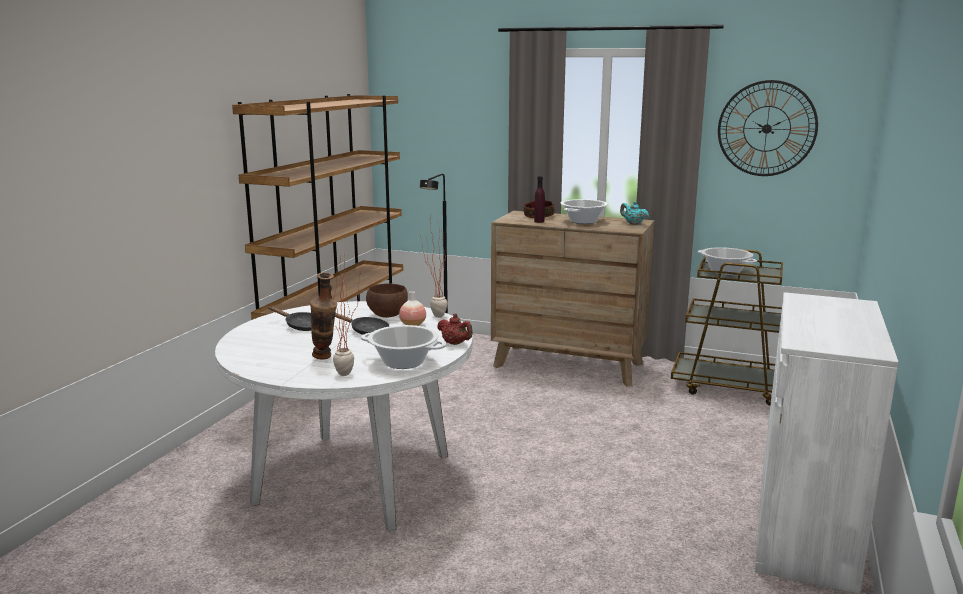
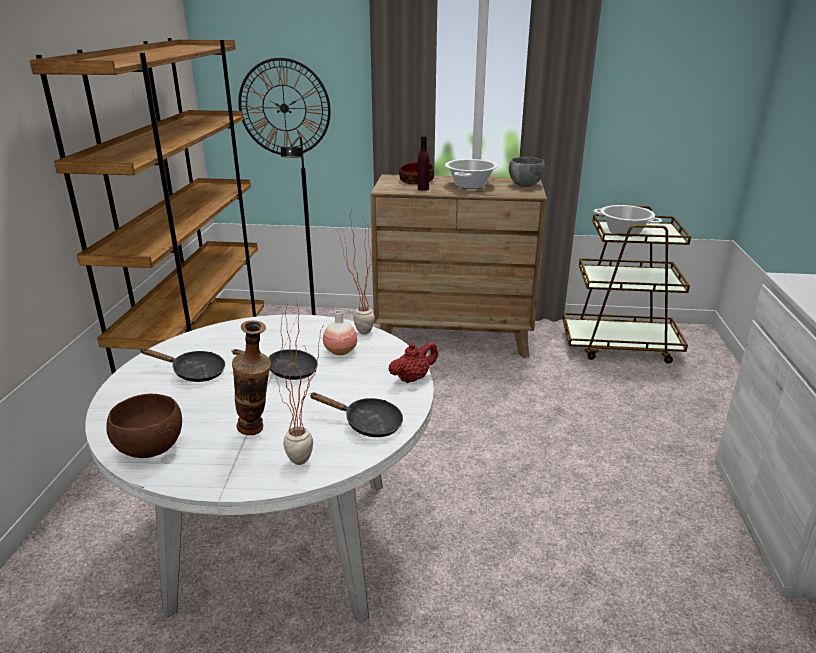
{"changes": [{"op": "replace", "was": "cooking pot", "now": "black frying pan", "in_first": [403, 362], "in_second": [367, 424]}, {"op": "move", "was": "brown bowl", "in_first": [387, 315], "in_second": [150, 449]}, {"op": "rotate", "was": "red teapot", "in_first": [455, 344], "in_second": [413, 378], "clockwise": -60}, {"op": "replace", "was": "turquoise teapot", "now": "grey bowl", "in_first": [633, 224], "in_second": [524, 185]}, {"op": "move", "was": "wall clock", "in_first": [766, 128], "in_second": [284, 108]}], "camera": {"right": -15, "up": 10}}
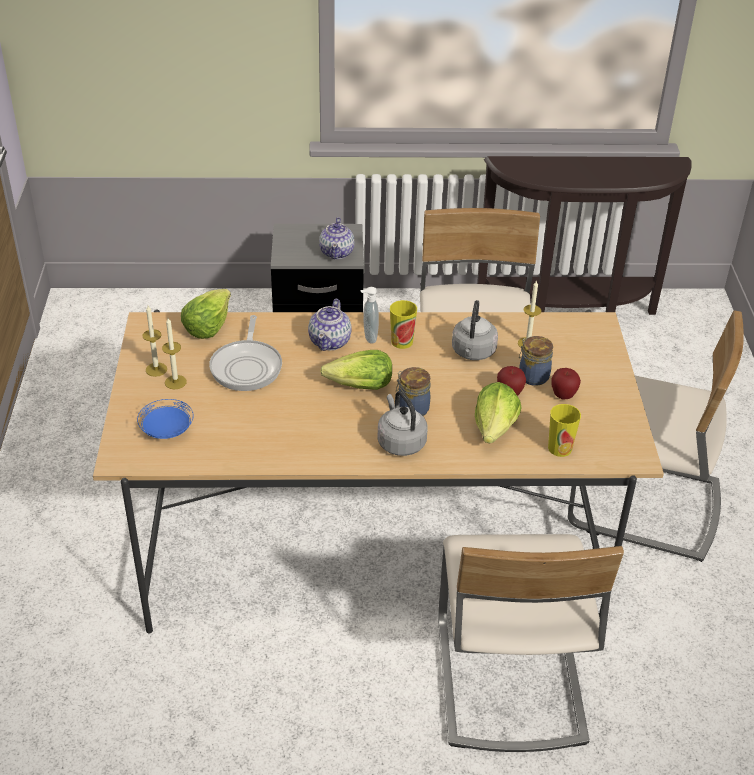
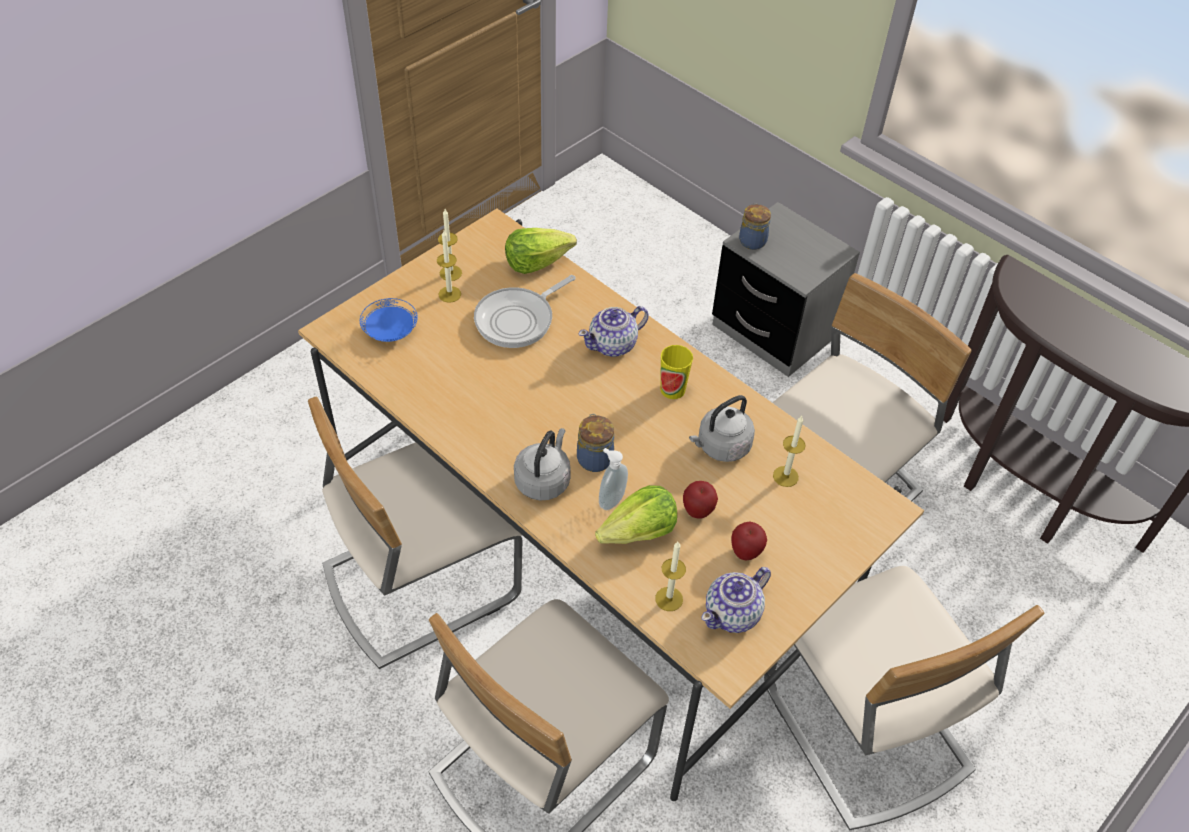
{"changes": [{"op": "move", "was": "teapot", "in_first": [337, 252], "in_second": [733, 613]}, {"op": "delete", "was": "lettuce", "in_first": [360, 386]}, {"op": "move", "was": "soap dispenser", "in_first": [369, 337], "in_second": [610, 499]}, {"op": "move", "was": "jar", "in_first": [532, 376], "in_second": [752, 240]}, {"op": "replace", "was": "cup", "now": "candle", "in_first": [559, 448], "in_second": [669, 599]}, {"op": "insert", "now": "beige chair", "in_second": [420, 581]}], "camera": {"right": 45, "up": 10}}
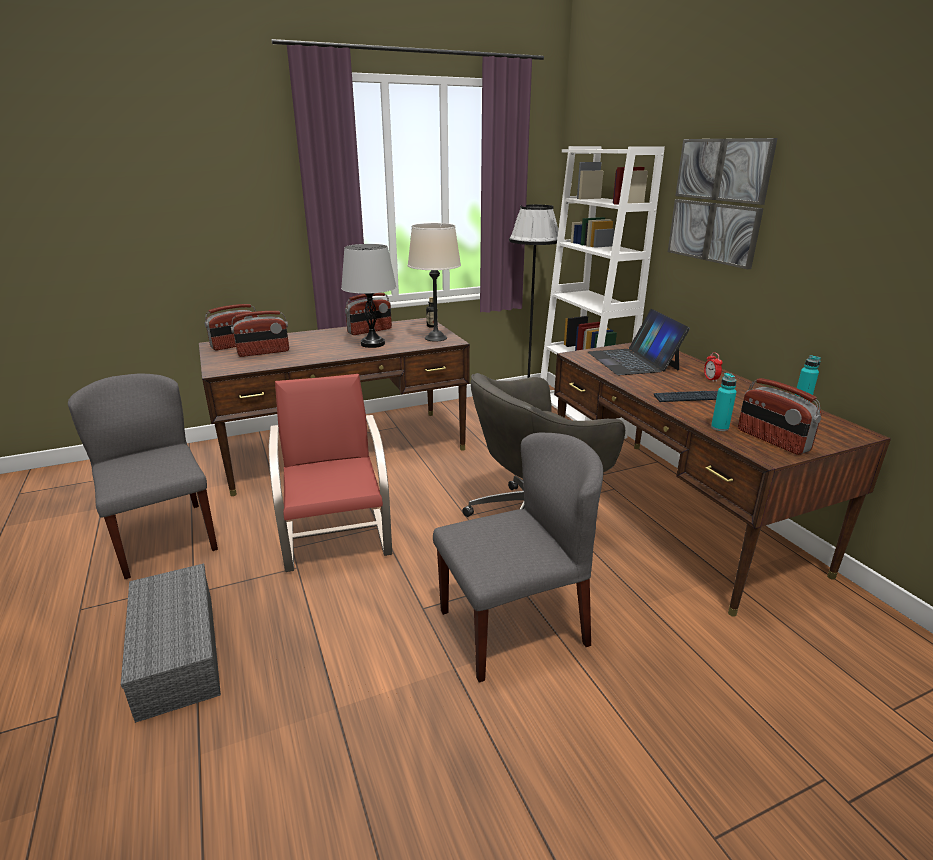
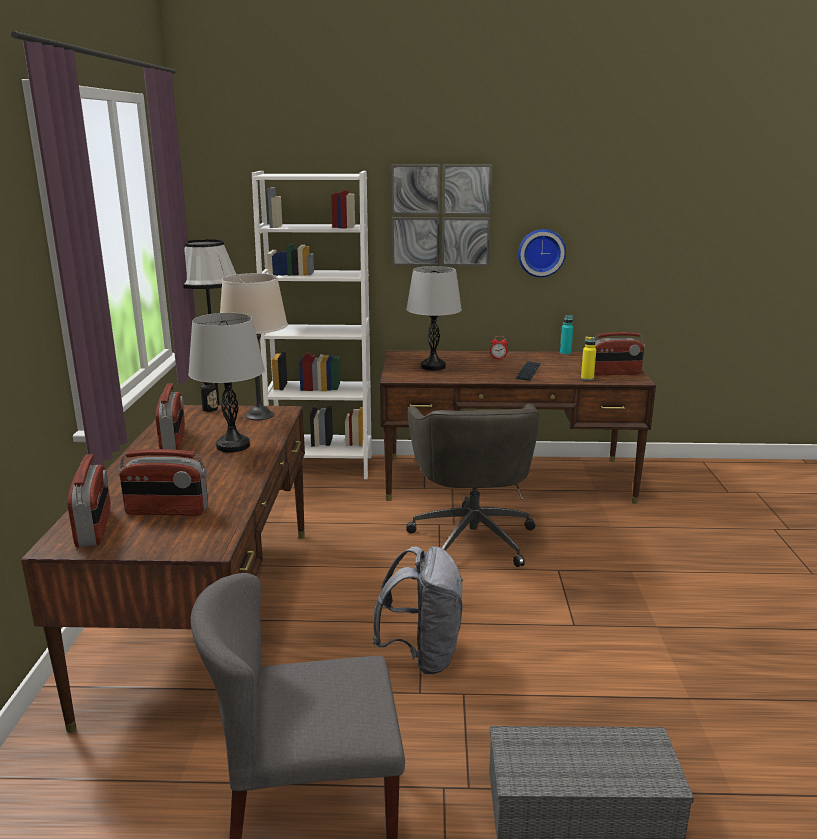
{"changes": [{"op": "rotate", "was": "radio", "in_first": [263, 352], "in_second": [167, 511], "clockwise": 90}, {"op": "replace", "was": "red chair", "now": "grey backpack", "in_first": [337, 538], "in_second": [422, 655]}, {"op": "delete", "was": "grey chair", "in_first": [514, 626]}, {"op": "replace", "was": "laptop", "now": "grey table lamp", "in_first": [633, 361], "in_second": [433, 366]}, {"op": "recolor", "was": "turquoise bottle", "now": "yellow bottle", "in_first": [719, 427], "in_second": [587, 378]}, {"op": "insert", "now": "wall clock", "in_second": [541, 252]}], "camera": {"right": -65, "up": -5}}
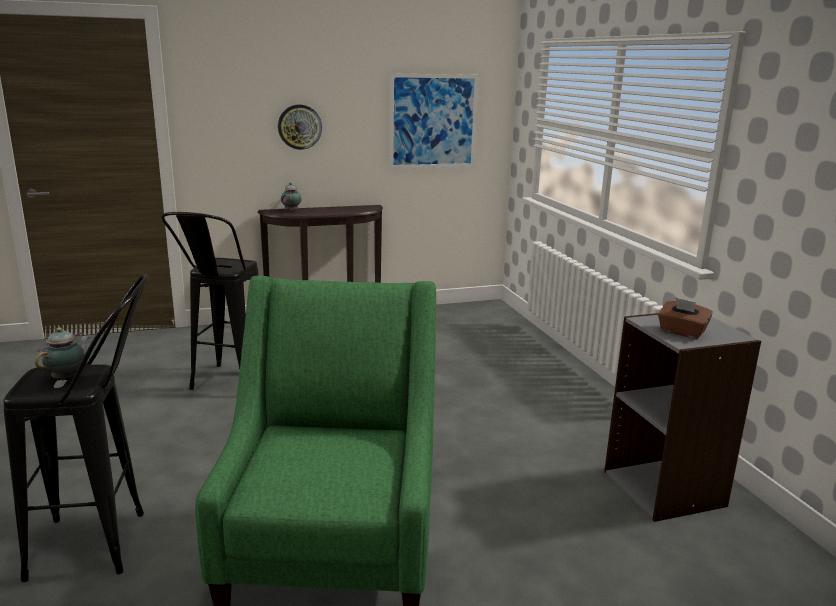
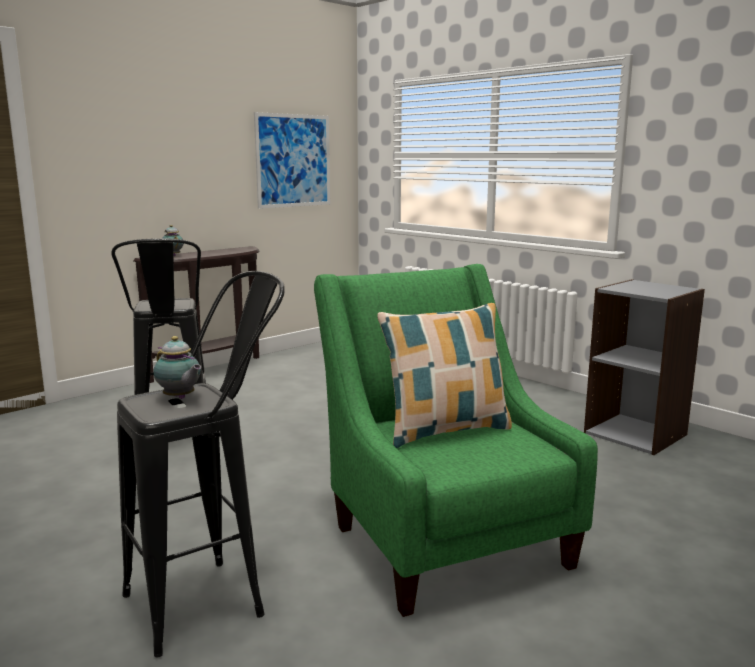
{"changes": [{"op": "rotate", "was": "teapot", "in_first": [68, 377], "in_second": [180, 398], "clockwise": 135}, {"op": "delete", "was": "wall clock", "in_first": [299, 127]}, {"op": "delete", "was": "brown tissue box", "in_first": [681, 332]}, {"op": "insert", "now": "pillow", "in_second": [445, 430]}], "camera": {"right": -25, "up": -5}}
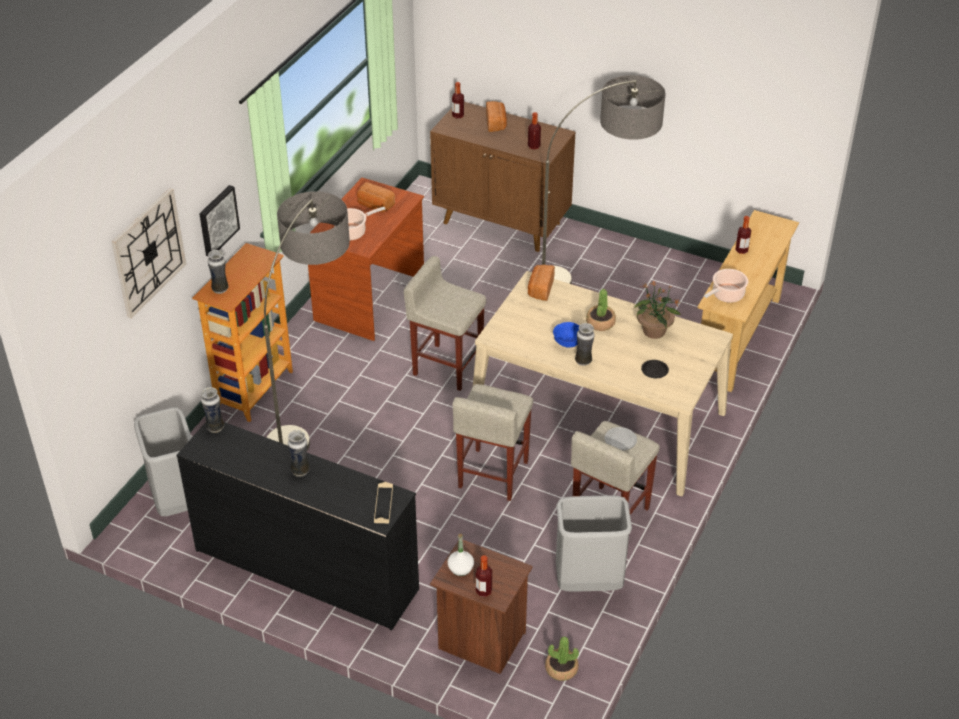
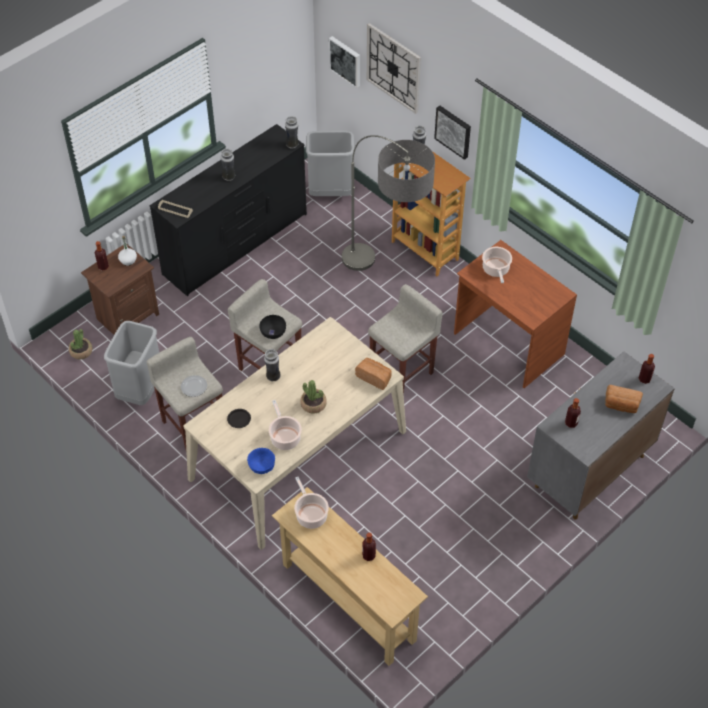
{"changes": [{"op": "delete", "was": "bread", "in_first": [375, 205]}, {"op": "recolor", "was": "brown cabinet", "now": "grey cabinet", "in_first": [502, 223], "in_second": [589, 471]}, {"op": "delete", "was": "floor lamp", "in_first": [597, 273]}, {"op": "move", "was": "blue bowl", "in_first": [567, 342], "in_second": [262, 466]}, {"op": "replace", "was": "potted plant", "now": "cooking pot", "in_first": [654, 332], "in_second": [285, 437]}, {"op": "insert", "now": "black bowl", "in_second": [273, 332]}, {"op": "insert", "now": "picture", "in_second": [346, 61]}], "camera": {"right": 110, "up": 10}}
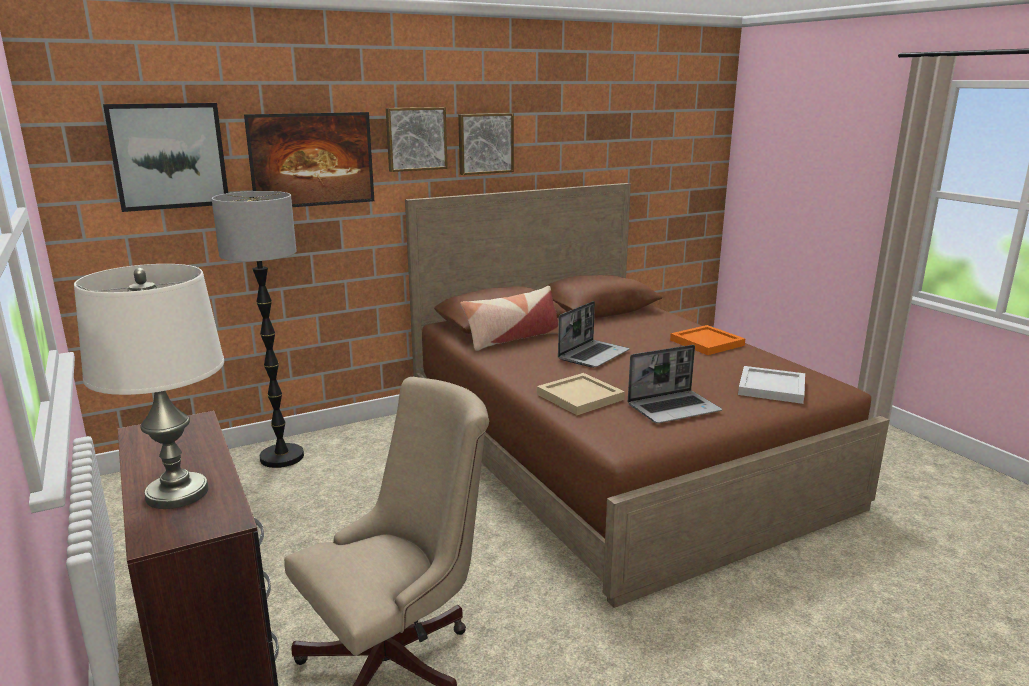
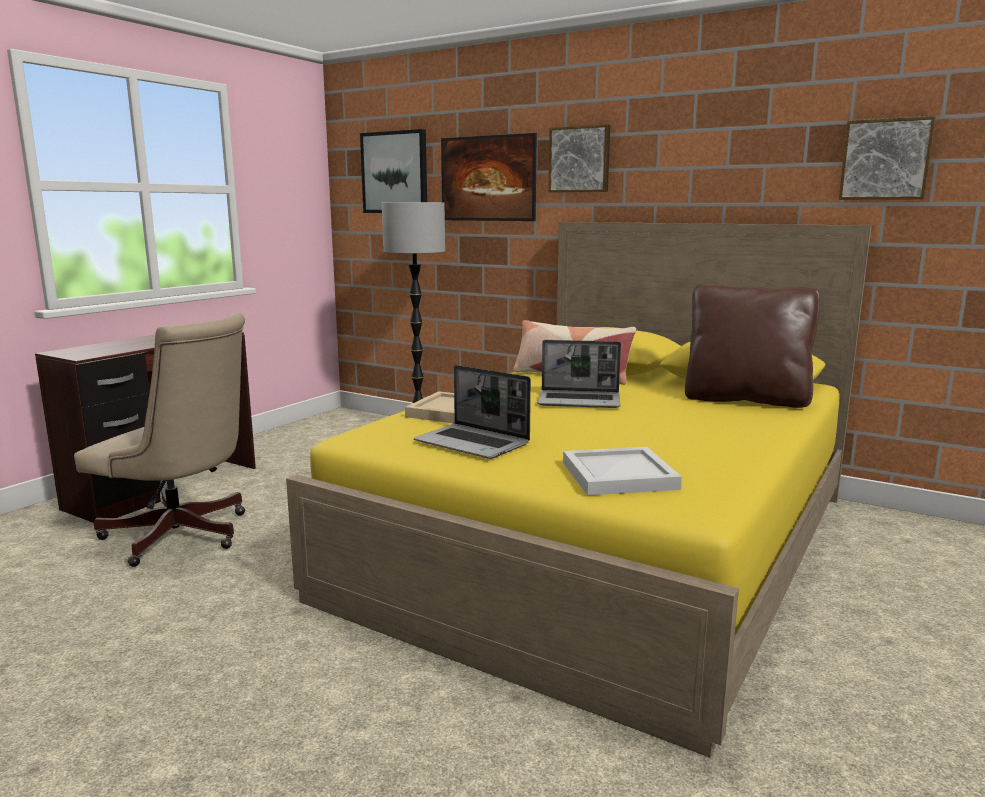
{"changes": [{"op": "delete", "was": "white table lamp", "in_first": [177, 493]}, {"op": "recolor", "was": "brown bed", "now": "yellow bed", "in_first": [615, 453], "in_second": [607, 543]}, {"op": "move", "was": "picture", "in_first": [485, 143], "in_second": [885, 159]}, {"op": "delete", "was": "orange tray", "in_first": [708, 343]}, {"op": "insert", "now": "brown pillow", "in_second": [745, 399]}], "camera": {"right": 60, "up": -5}}
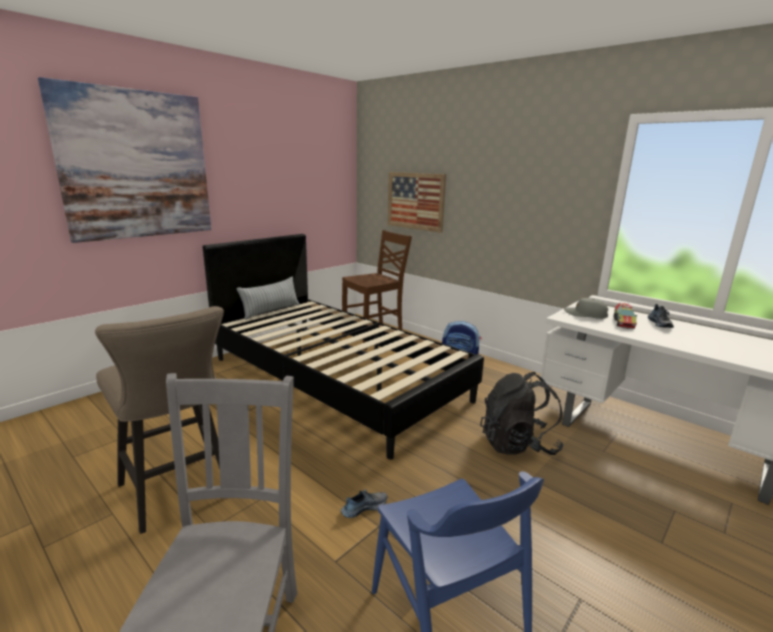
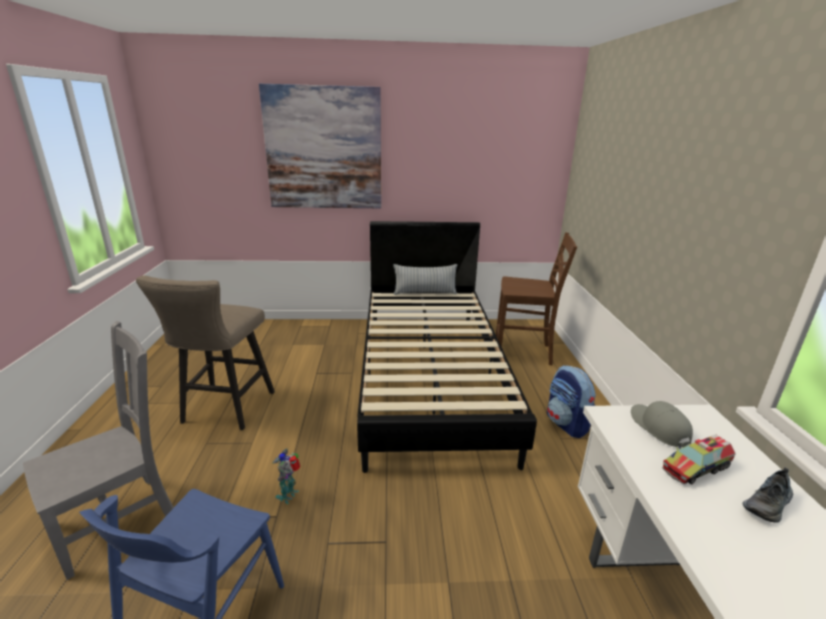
{"changes": [{"op": "replace", "was": "shoe", "now": "toy robot", "in_first": [364, 507], "in_second": [289, 495]}, {"op": "delete", "was": "picture", "in_first": [415, 201]}, {"op": "delete", "was": "black backpack", "in_first": [518, 444]}], "camera": {"right": 45, "up": 5}}
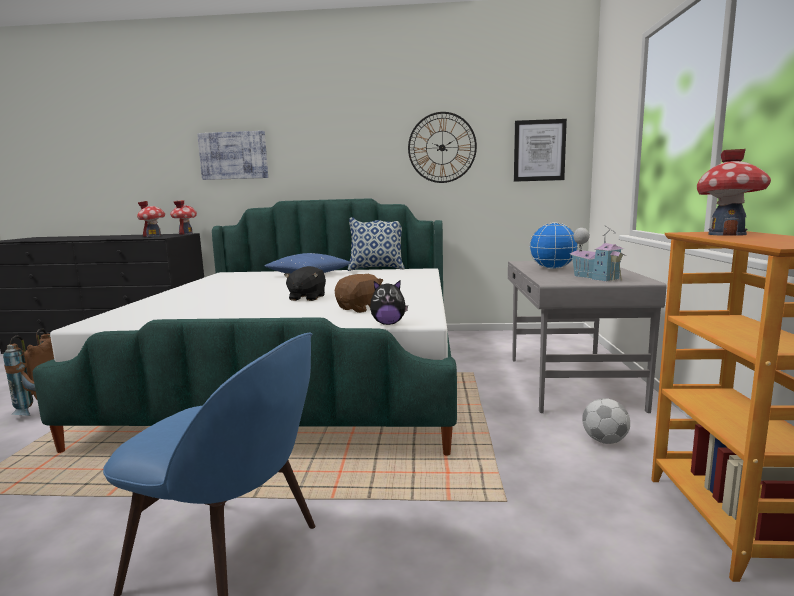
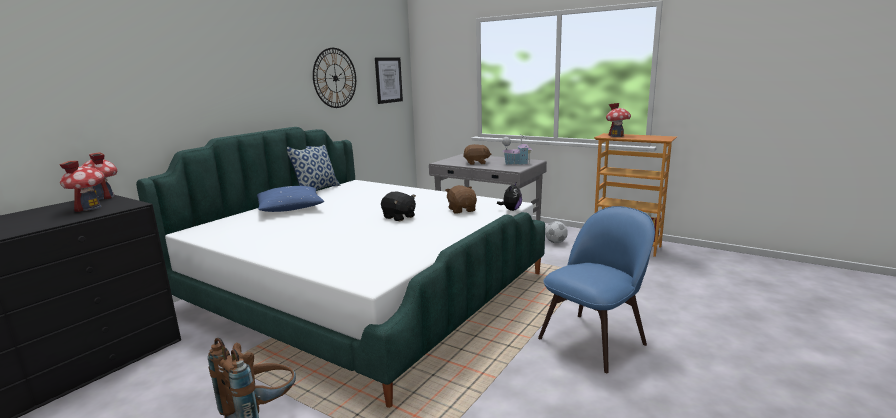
{"changes": [{"op": "delete", "was": "picture", "in_first": [233, 155]}, {"op": "replace", "was": "globe", "now": "brown plush toy", "in_first": [552, 269], "in_second": [476, 163]}], "camera": {"right": -60, "up": 5}}
